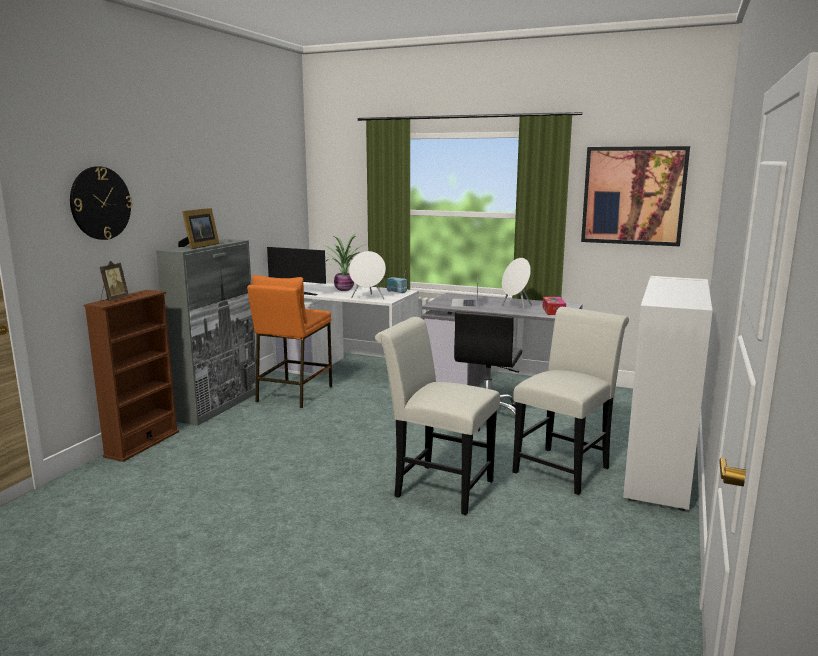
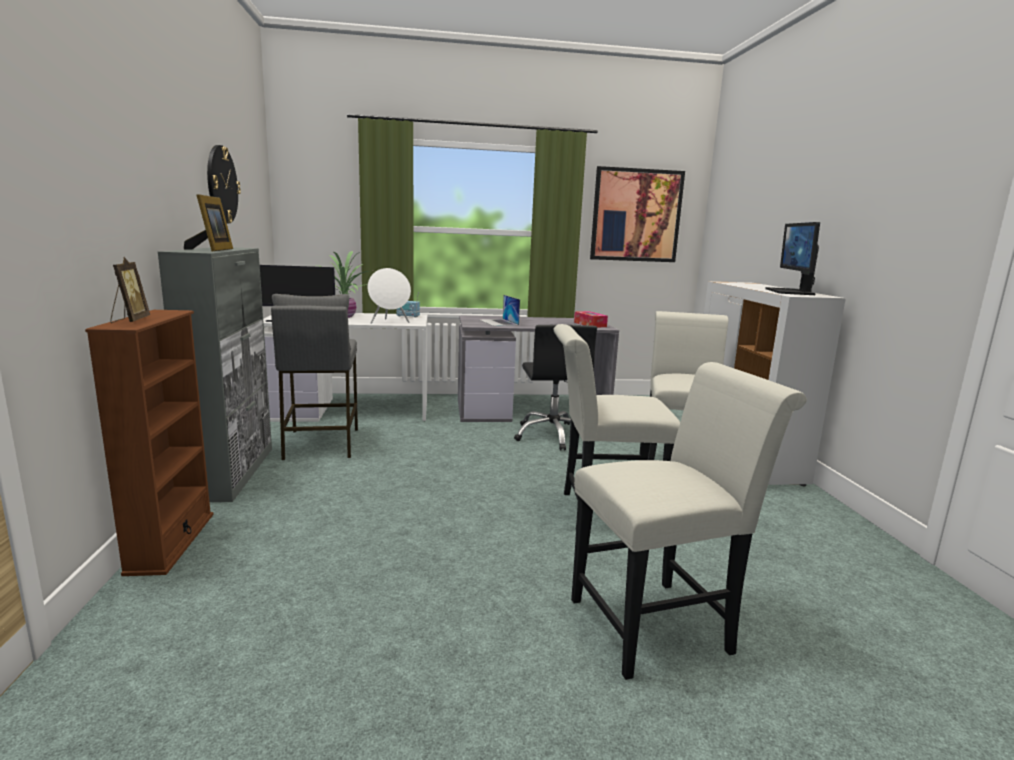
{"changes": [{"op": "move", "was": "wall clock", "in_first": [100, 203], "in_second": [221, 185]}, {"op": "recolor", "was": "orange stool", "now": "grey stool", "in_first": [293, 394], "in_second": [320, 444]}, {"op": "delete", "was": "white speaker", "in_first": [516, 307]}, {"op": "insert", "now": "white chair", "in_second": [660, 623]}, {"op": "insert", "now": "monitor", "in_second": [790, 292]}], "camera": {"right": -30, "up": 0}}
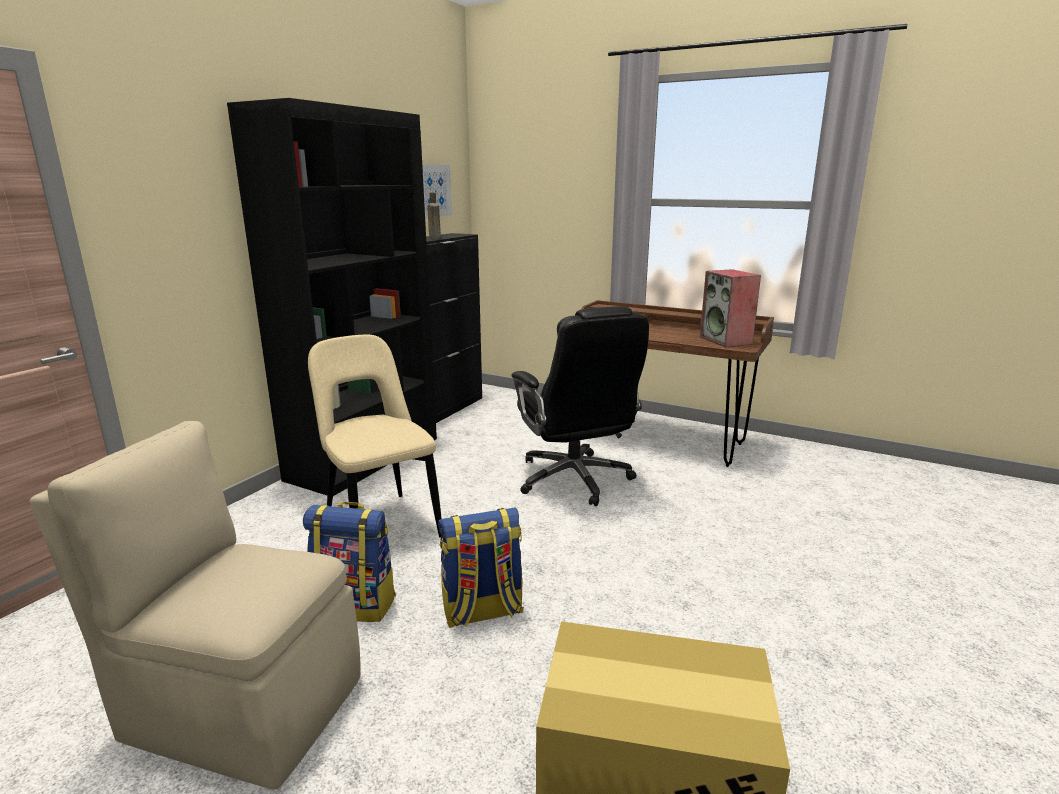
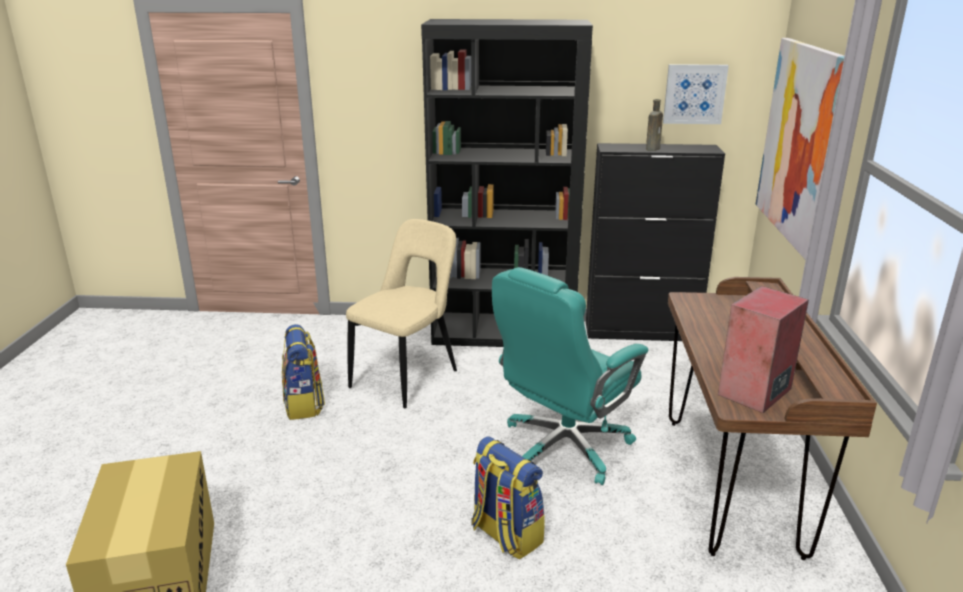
{"changes": [{"op": "delete", "was": "beige chair", "in_first": [241, 705]}, {"op": "move", "was": "backpack", "in_first": [482, 611], "in_second": [505, 535]}, {"op": "recolor", "was": "black office chair", "now": "turquoise office chair", "in_first": [575, 479], "in_second": [564, 447]}, {"op": "insert", "now": "picture", "in_second": [801, 143]}], "camera": {"right": 65, "up": 5}}
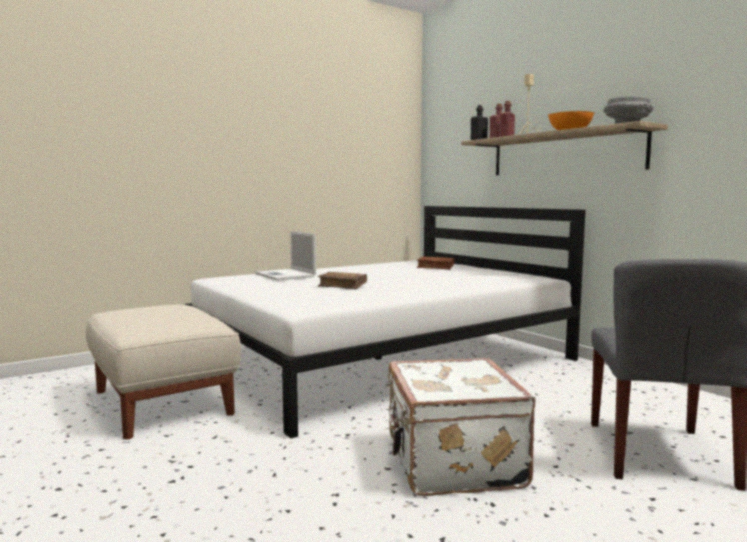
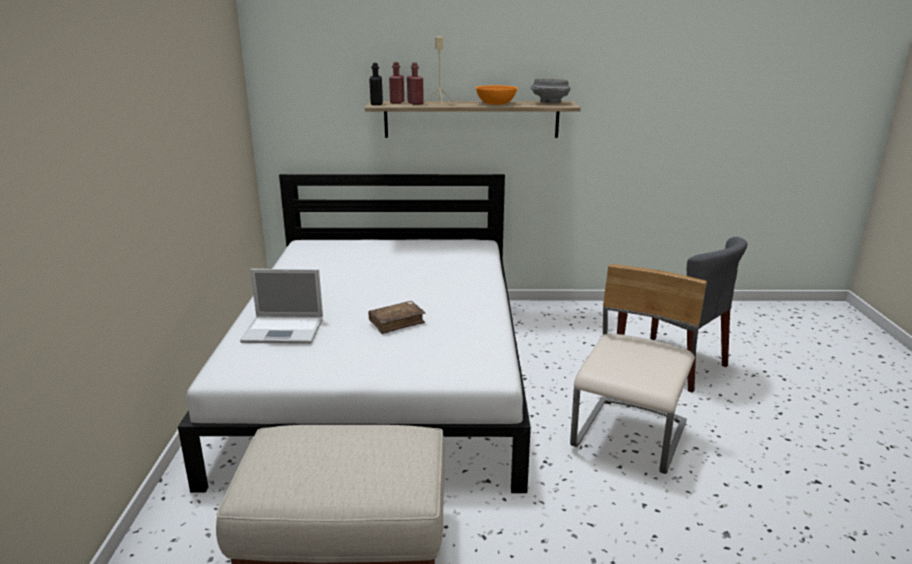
{"changes": [{"op": "replace", "was": "white suitcase", "now": "beige chair", "in_first": [451, 463], "in_second": [631, 437]}, {"op": "delete", "was": "brown book", "in_first": [435, 267]}], "camera": {"right": -55, "up": 15}}
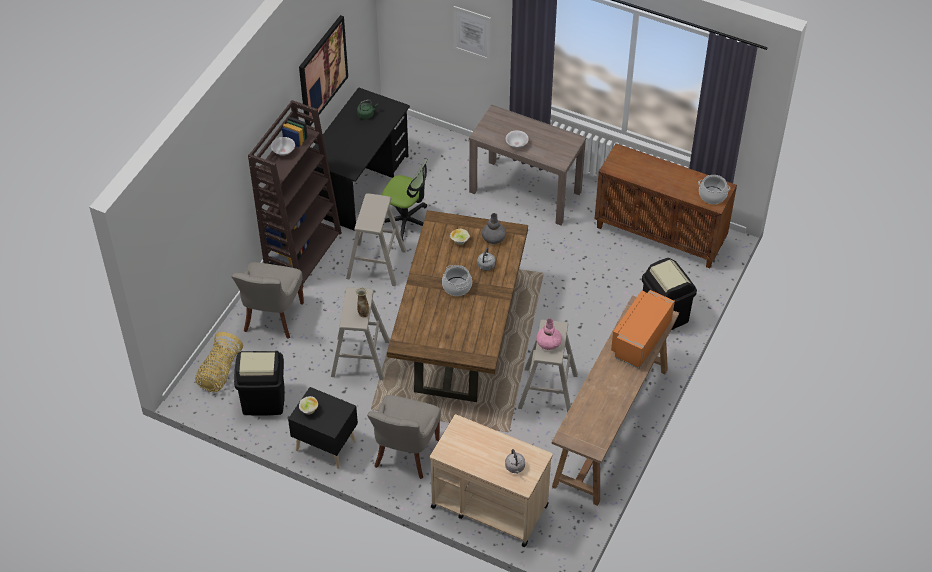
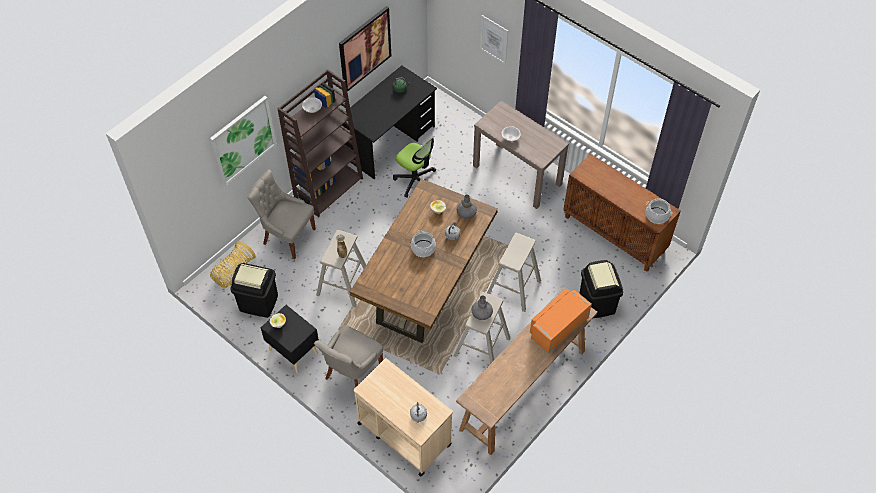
{"changes": [{"op": "rotate", "was": "grey chair", "in_first": [272, 318], "in_second": [287, 236], "clockwise": 90}, {"op": "move", "was": "beige stool", "in_first": [376, 264], "in_second": [513, 288]}, {"op": "recolor", "was": "pink vase", "now": "grey vase", "in_first": [548, 342], "in_second": [481, 313]}, {"op": "insert", "now": "picture", "in_second": [243, 140]}], "camera": {"right": 15, "up": 5}}
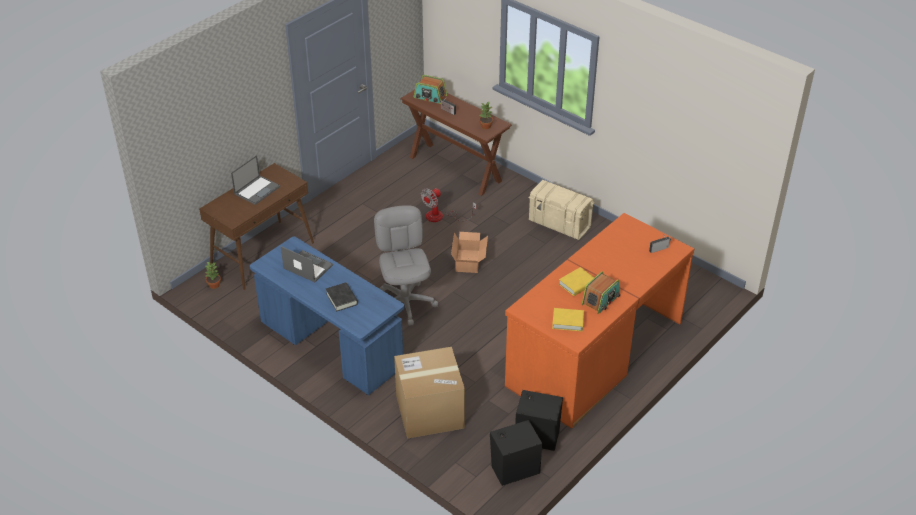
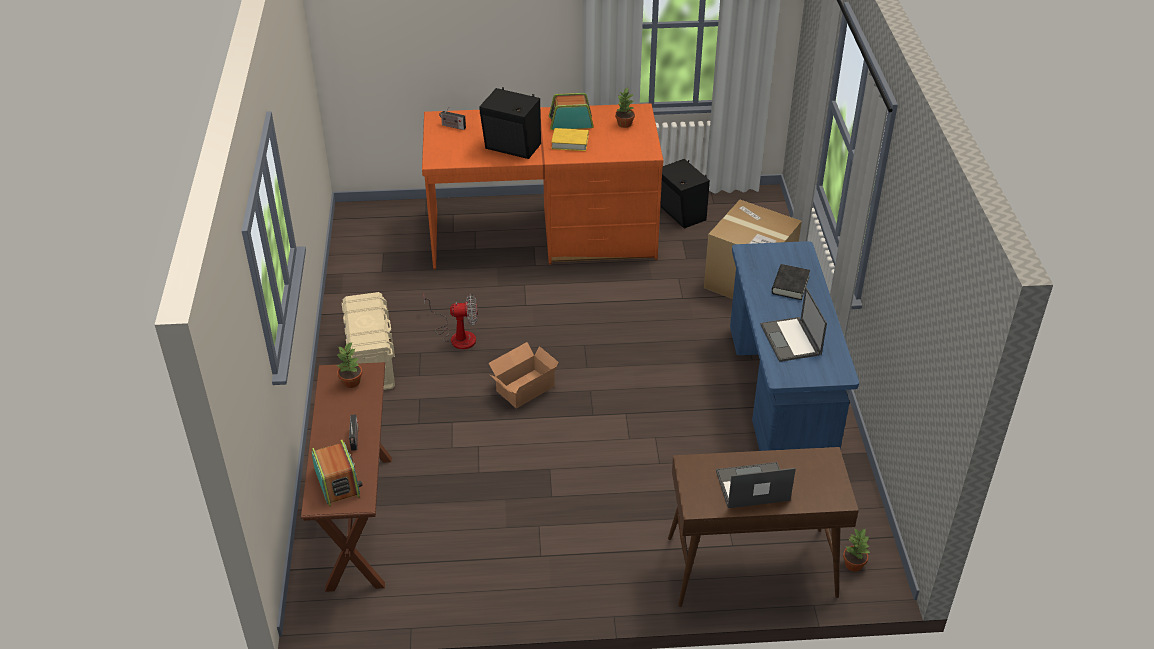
{"changes": [{"op": "delete", "was": "grey office chair", "in_first": [405, 303]}, {"op": "move", "was": "fan", "in_first": [441, 216], "in_second": [457, 336]}, {"op": "move", "was": "black speaker", "in_first": [514, 468], "in_second": [512, 148]}, {"op": "replace", "was": "yellow book", "now": "potted plant", "in_first": [568, 321], "in_second": [624, 124]}], "camera": {"right": -135, "up": 0}}
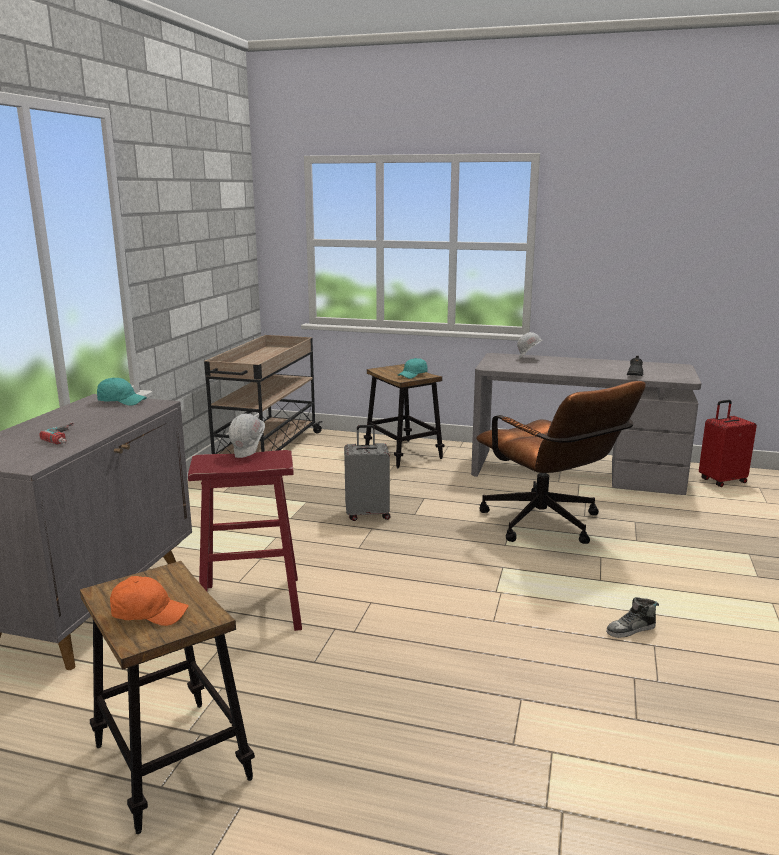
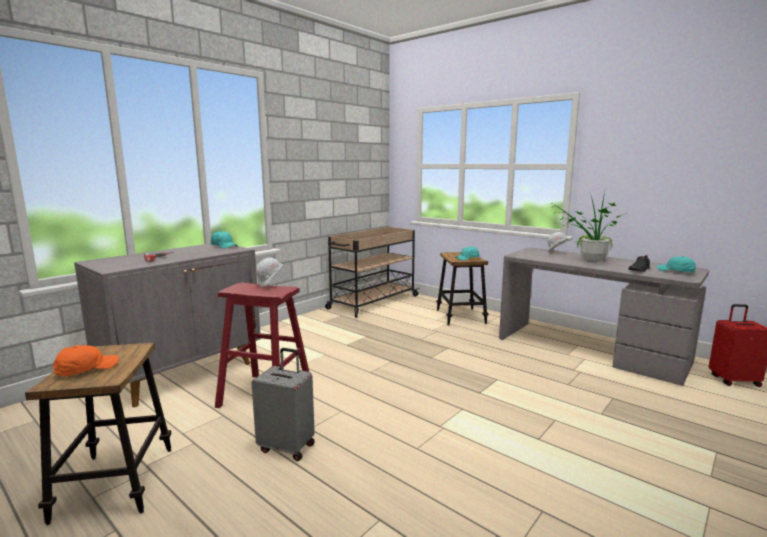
{"changes": [{"op": "rotate", "was": "orange cap", "in_first": [149, 613], "in_second": [86, 369], "clockwise": -75}, {"op": "move", "was": "grey suitcase", "in_first": [367, 514], "in_second": [287, 447]}, {"op": "delete", "was": "brown office chair", "in_first": [548, 526]}, {"op": "delete", "was": "shoe", "in_first": [631, 630]}, {"op": "insert", "now": "potted plant", "in_second": [587, 260]}, {"op": "insert", "now": "turquoise cap", "in_second": [676, 272]}], "camera": {"right": 25, "up": -5}}
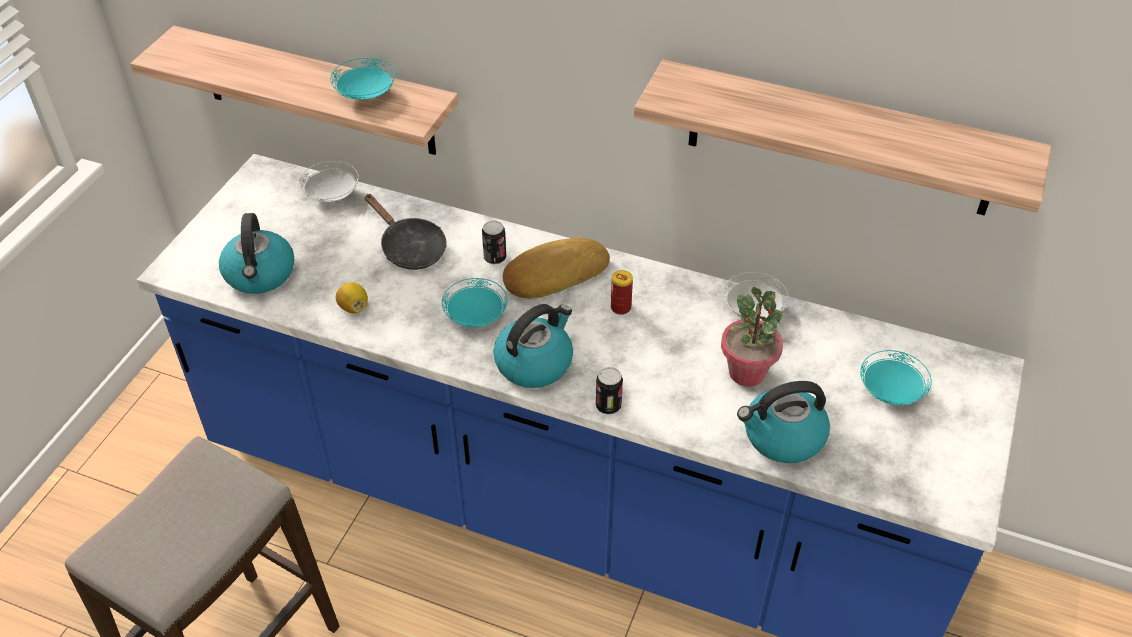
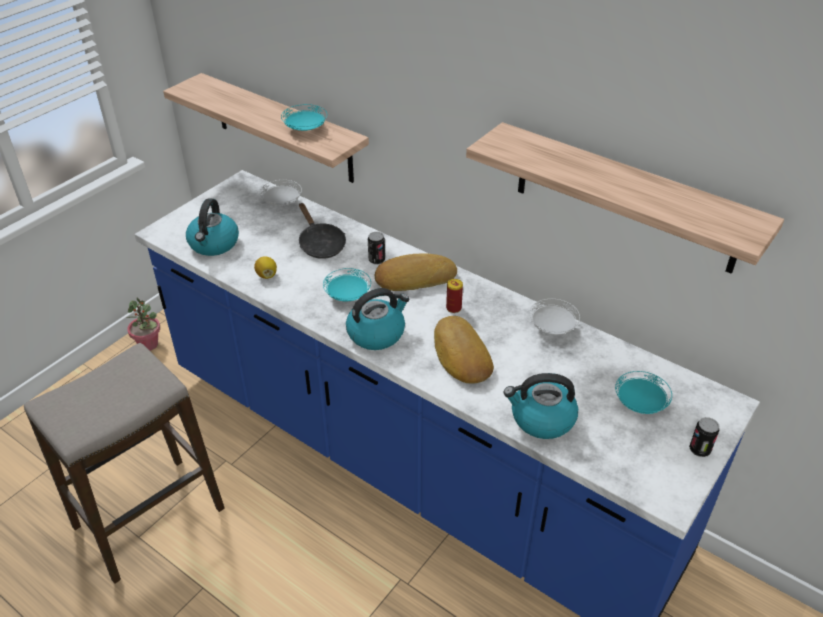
{"changes": [{"op": "move", "was": "can", "in_first": [608, 406], "in_second": [699, 450]}, {"op": "move", "was": "potted plant", "in_first": [747, 372], "in_second": [149, 344]}, {"op": "insert", "now": "bread", "in_second": [460, 355]}], "camera": {"right": 15, "up": -5}}
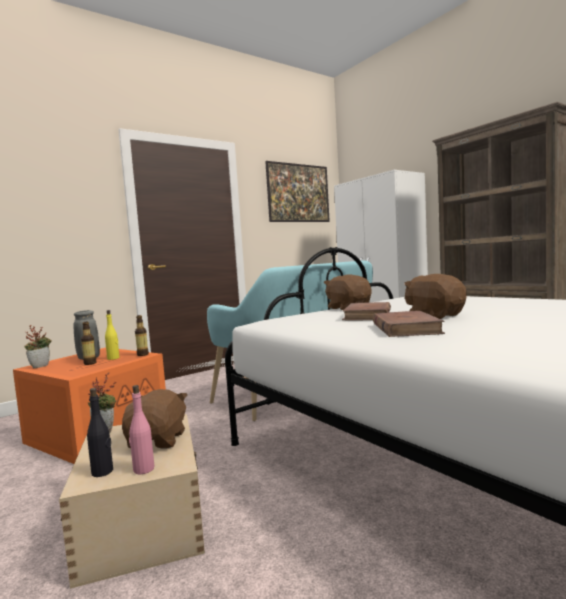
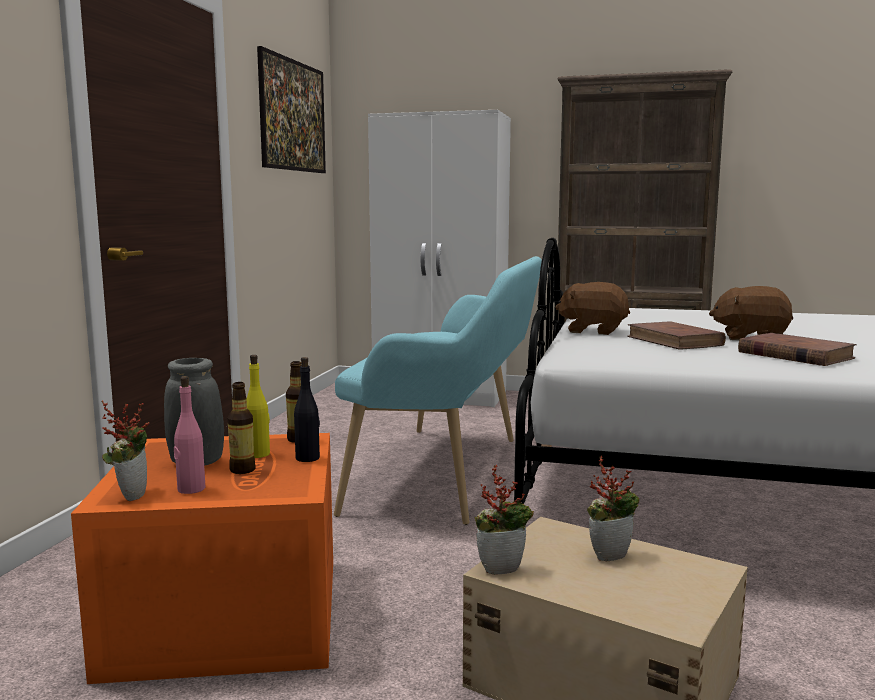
{"changes": [{"op": "move", "was": "black bottle", "in_first": [102, 472], "in_second": [308, 458]}, {"op": "replace", "was": "brown plush toy", "now": "potted plant", "in_first": [158, 440], "in_second": [610, 554]}, {"op": "move", "was": "pink bottle", "in_first": [143, 469], "in_second": [191, 489]}], "camera": {"right": -40, "up": 5}}
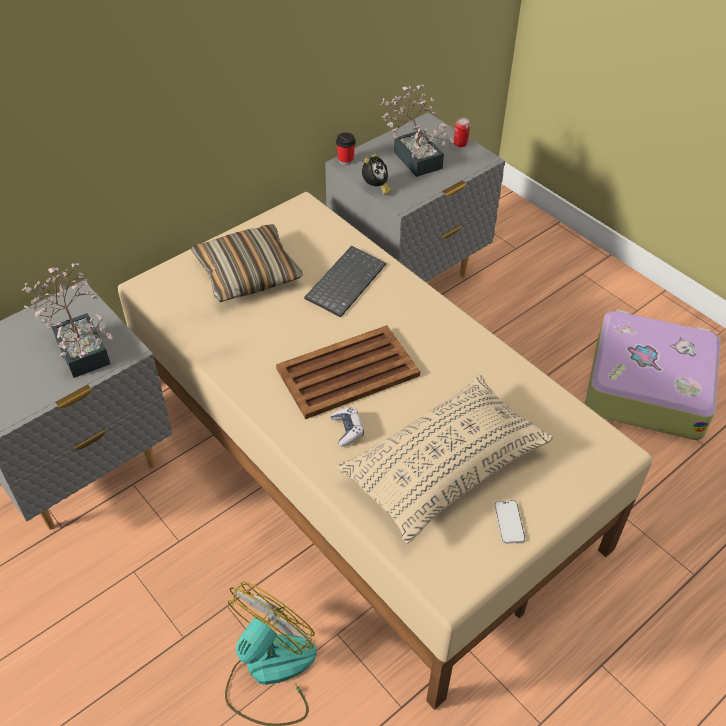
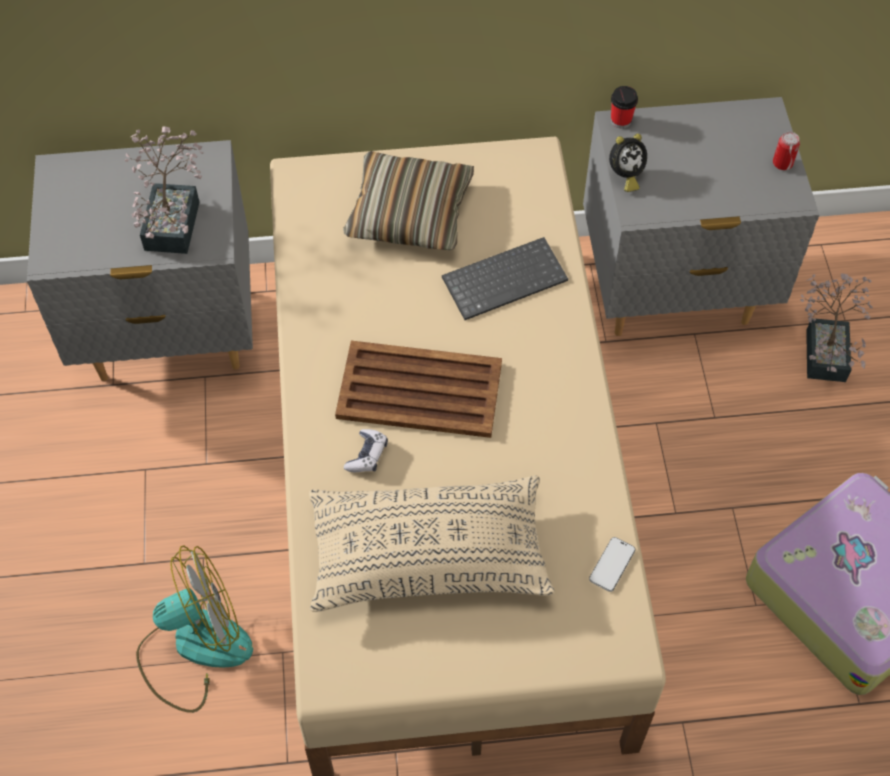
{"changes": [{"op": "move", "was": "potted plant", "in_first": [415, 156], "in_second": [826, 349]}, {"op": "move", "was": "phone", "in_first": [509, 522], "in_second": [612, 565]}], "camera": {"right": 35, "up": 10}}
